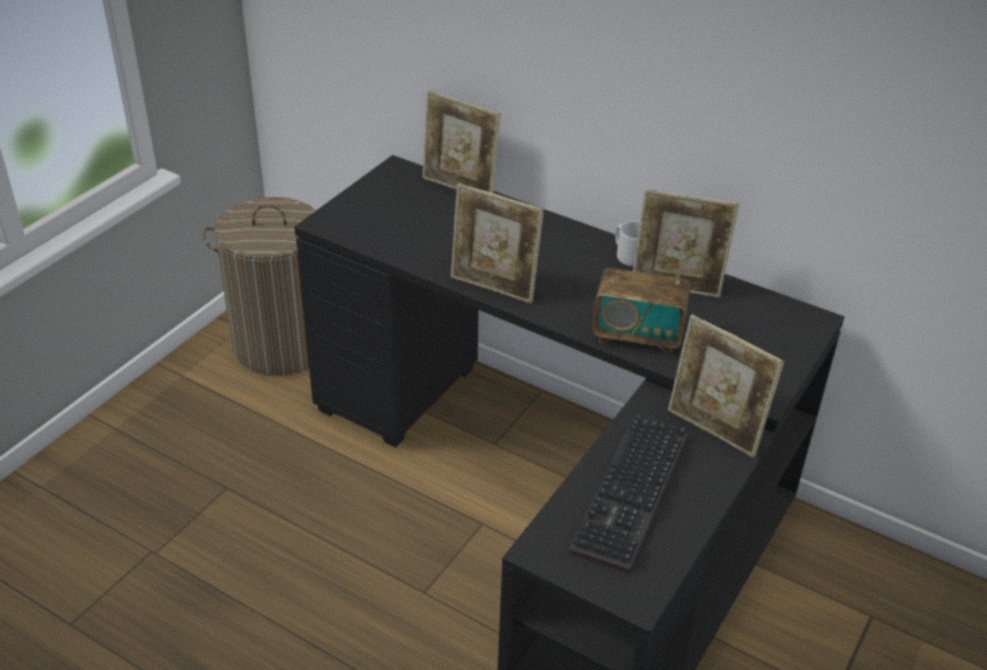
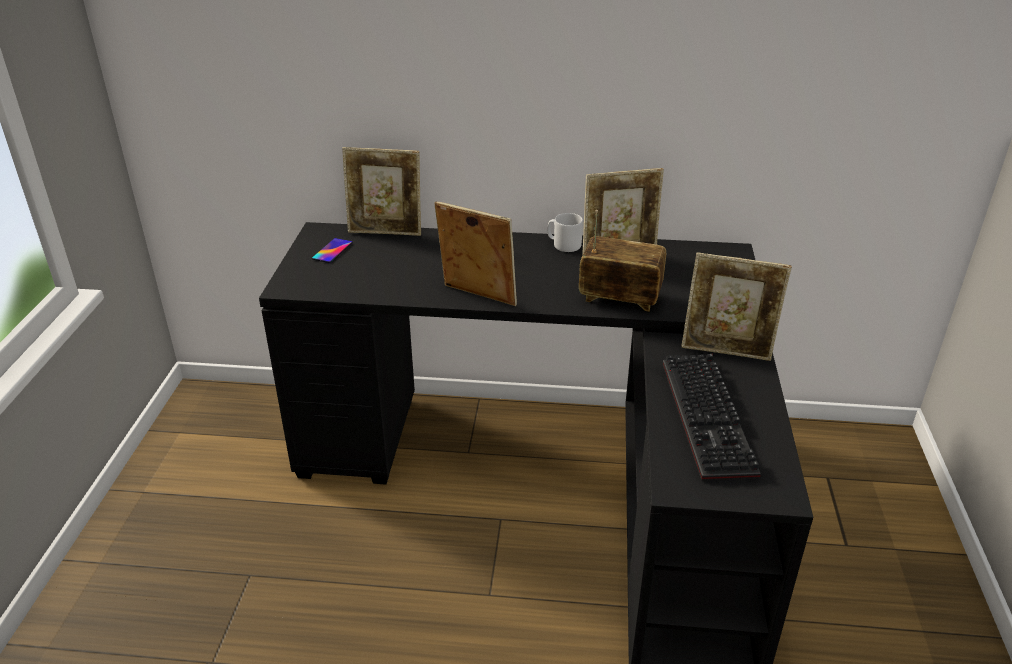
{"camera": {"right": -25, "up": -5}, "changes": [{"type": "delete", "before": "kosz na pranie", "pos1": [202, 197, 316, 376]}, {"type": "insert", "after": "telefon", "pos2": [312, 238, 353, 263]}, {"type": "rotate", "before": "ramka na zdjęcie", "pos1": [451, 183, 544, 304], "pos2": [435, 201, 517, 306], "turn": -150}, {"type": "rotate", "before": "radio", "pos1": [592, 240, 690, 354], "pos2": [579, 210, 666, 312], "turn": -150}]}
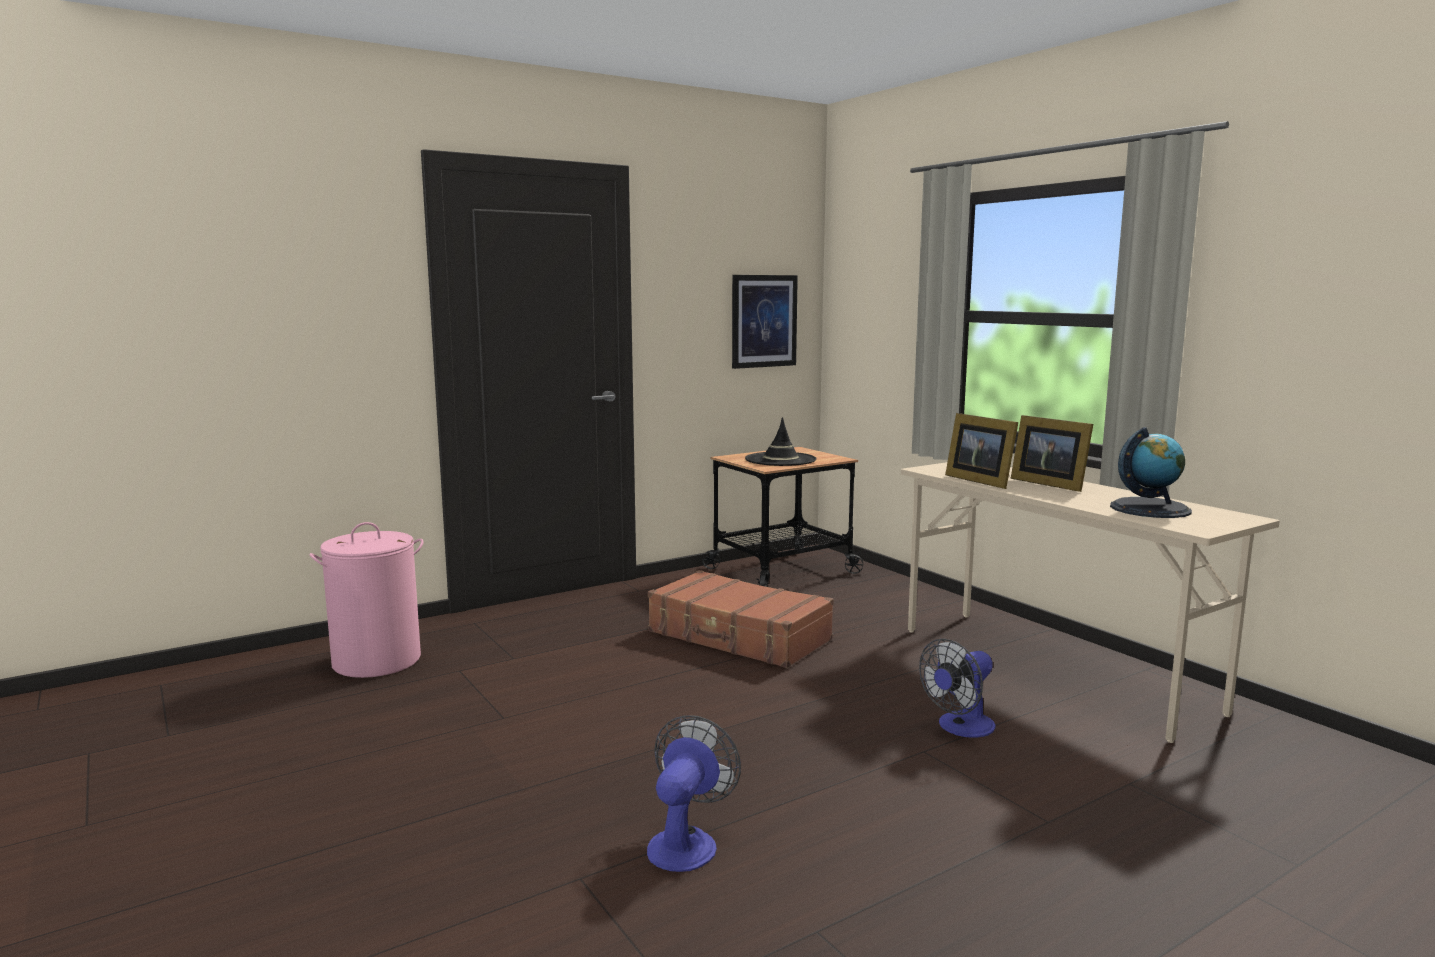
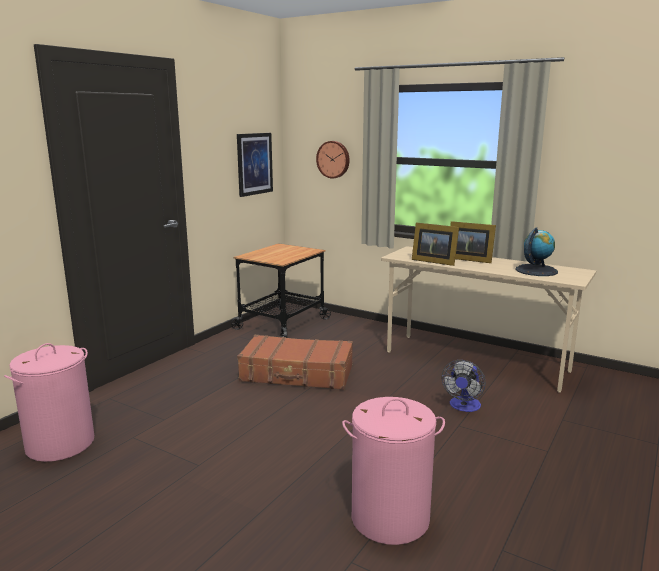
{"camera": {"right": -25, "up": 5}, "changes": [{"type": "delete", "before": "kapelusz (czarny)", "pos1": [745, 417, 816, 466]}, {"type": "insert", "after": "zegar ścienny", "pos2": [316, 141, 350, 178]}, {"type": "replace", "before": "wentylator", "after": "kosz na pranie (różowy)", "pos1": [647, 715, 741, 872], "pos2": [342, 397, 445, 545]}]}
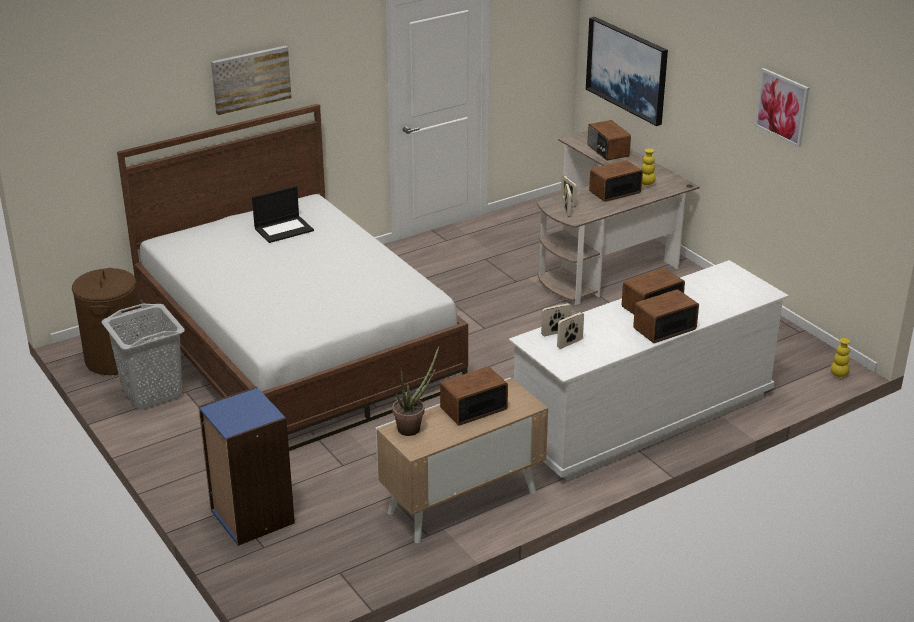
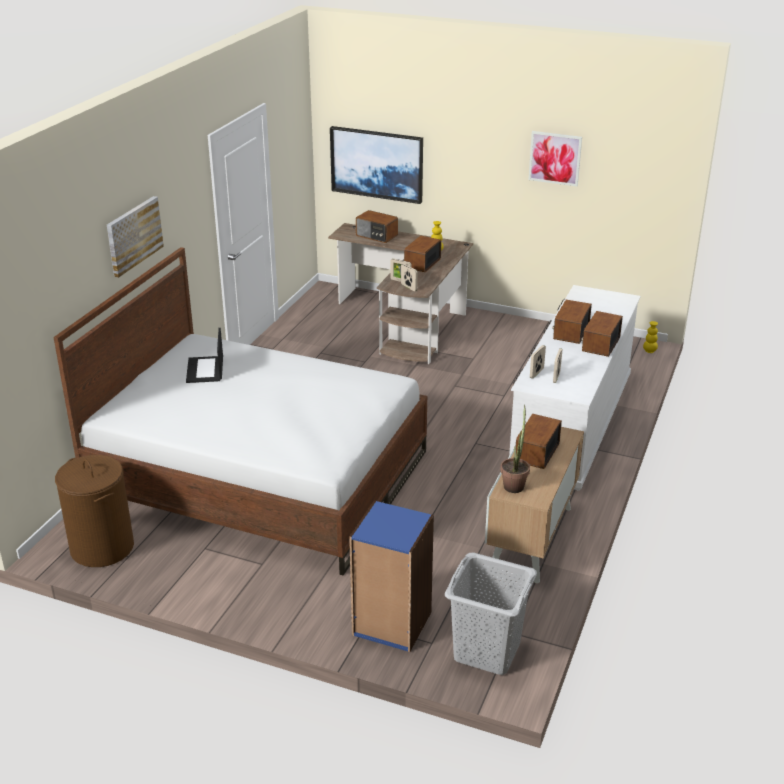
{"camera": {"right": -35, "up": 0}, "changes": [{"type": "move", "before": "kosz na pranie (szary)", "pos1": [101, 304, 185, 409], "pos2": [445, 552, 537, 675]}, {"type": "rotate", "before": "laptop", "pos1": [252, 186, 314, 243], "pos2": [186, 328, 223, 383], "turn": 150}]}
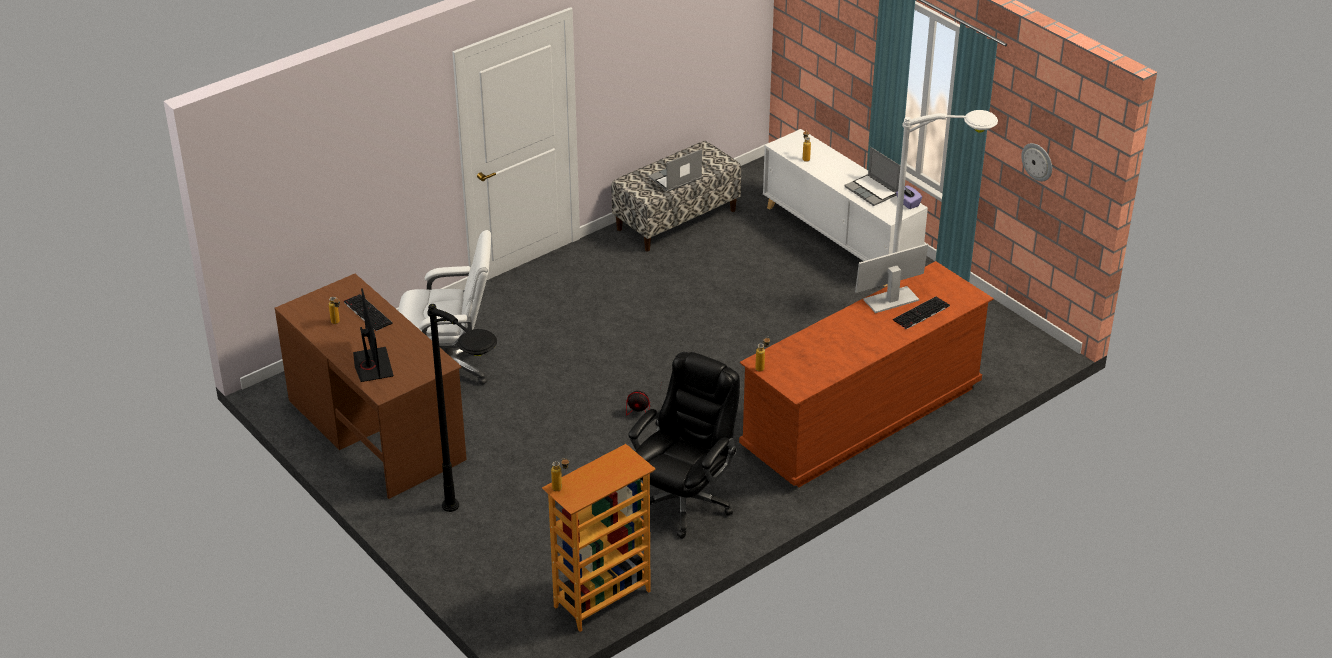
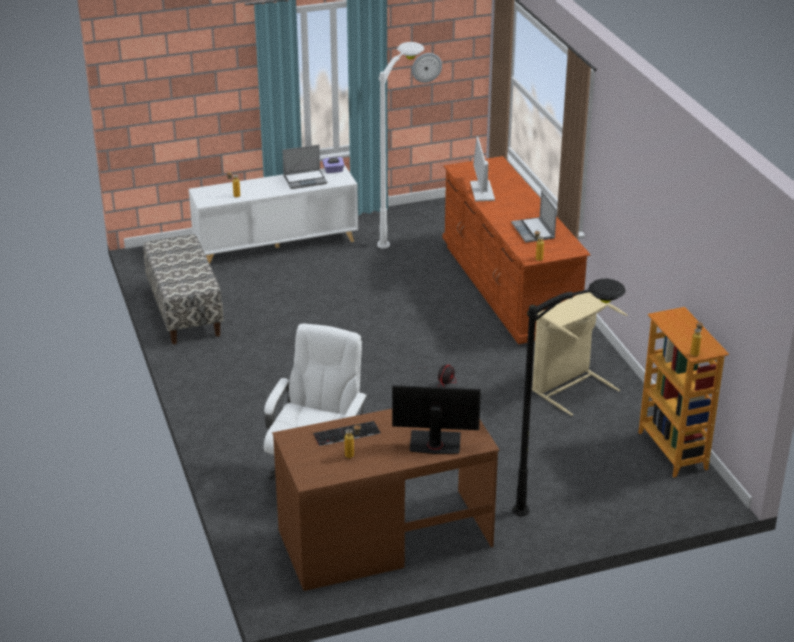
{"camera": {"right": -70, "up": -5}, "changes": [{"type": "delete", "before": "klawiatura", "pos1": [893, 297, 950, 329]}, {"type": "move", "before": "laptop", "pos1": [648, 149, 702, 192], "pos2": [511, 190, 557, 243]}, {"type": "replace", "before": "krzesło biurowe (czarny)", "after": "kosz na pranie (beżowy)", "pos1": [628, 352, 740, 539], "pos2": [532, 292, 627, 416]}]}
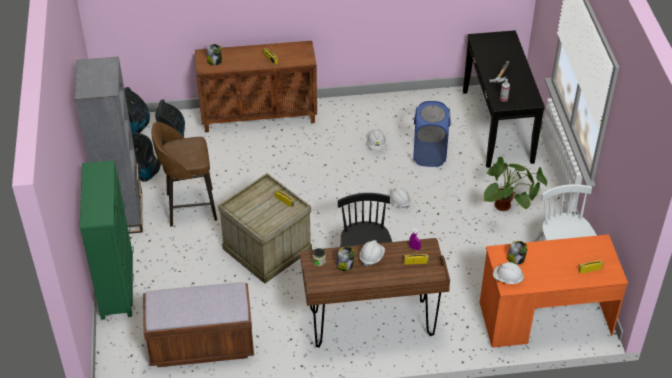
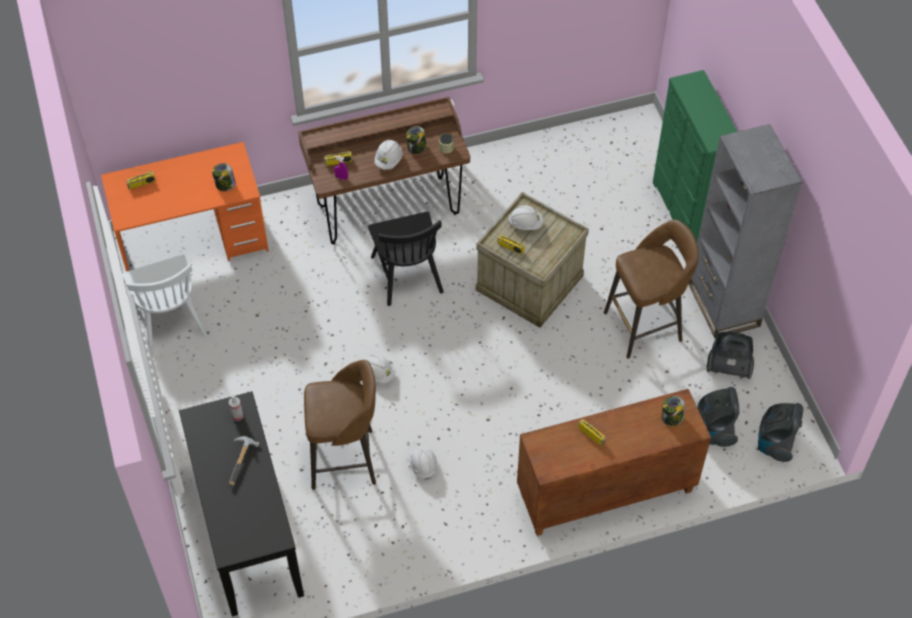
{"camera": {"right": 170, "up": 10}, "changes": [{"type": "delete", "before": "ławka (brązowy)", "pos1": [143, 282, 254, 367]}, {"type": "delete", "before": "roślina doniczkowa", "pos1": [482, 157, 547, 211]}, {"type": "move", "before": "kask (biały)", "pos1": [493, 262, 524, 284], "pos2": [508, 205, 543, 230]}, {"type": "replace", "before": "kosz na pranie (niebieski)", "after": "stołek (brązowy)", "pos1": [413, 101, 451, 167], "pos2": [304, 360, 376, 490]}]}
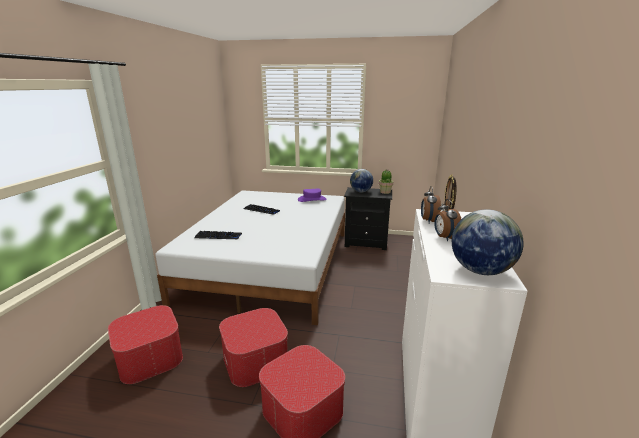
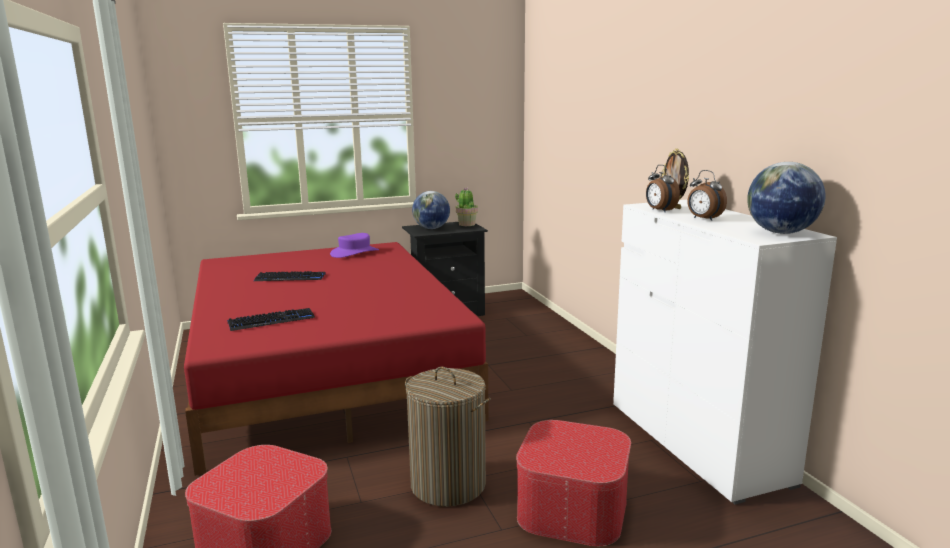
{"camera": {"right": -30, "up": -5}, "changes": [{"type": "replace", "before": "pufa", "after": "kosz na pranie", "pos1": [219, 308, 288, 387], "pos2": [405, 367, 491, 507]}, {"type": "recolor", "before": "łóżko (biały)", "after": "łóżko (czerwony)", "pos1": [155, 190, 345, 325], "pos2": [184, 242, 489, 476]}]}
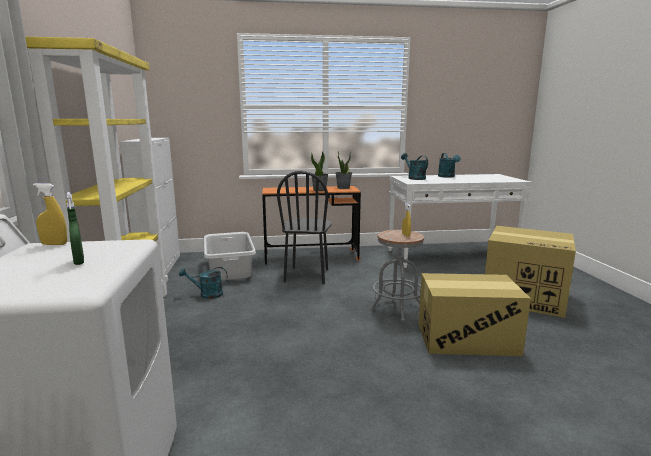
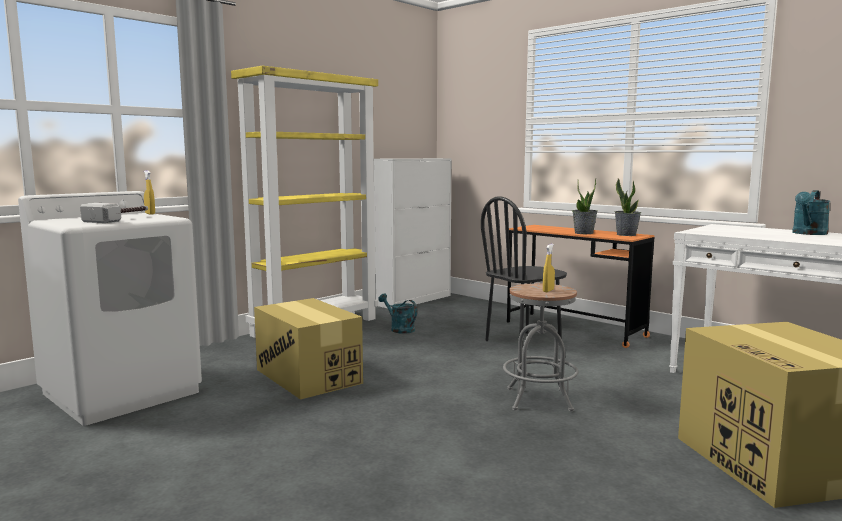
{"camera": {"right": 50, "up": -5}, "changes": [{"type": "delete", "before": "kosz na pranie (szary)", "pos1": [204, 232, 256, 280]}, {"type": "delete", "before": "konewka (turkusowy)", "pos1": [401, 153, 428, 180]}, {"type": "move", "before": "karton", "pos1": [419, 273, 531, 356], "pos2": [254, 298, 363, 400]}, {"type": "replace", "before": "spryskiwacz (zielony)", "after": "młotek", "pos1": [66, 192, 84, 265], "pos2": [80, 203, 148, 223]}]}
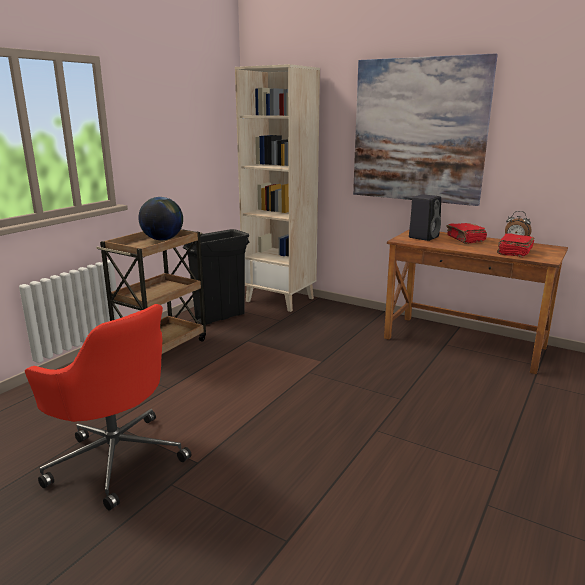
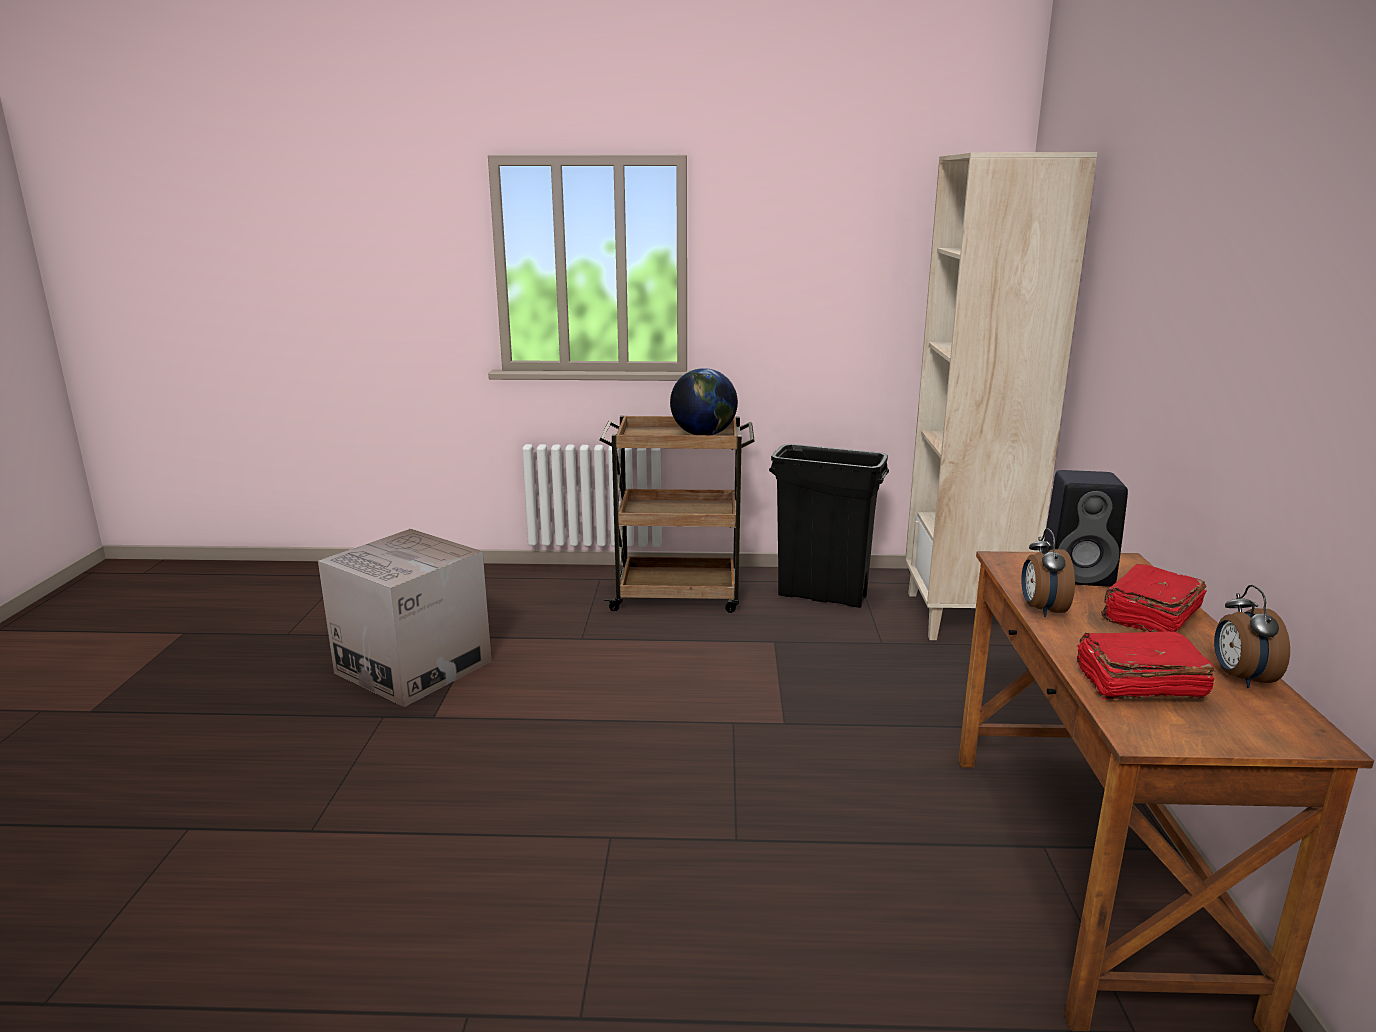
{"camera": {"right": 60, "up": 0}, "changes": [{"type": "delete", "before": "obraz", "pos1": [353, 53, 498, 206]}, {"type": "insert", "after": "budzik", "pos2": [1021, 528, 1075, 617]}, {"type": "replace", "before": "krzesło biurowe (czerwony)", "after": "karton", "pos1": [25, 304, 192, 510], "pos2": [318, 529, 491, 707]}]}
